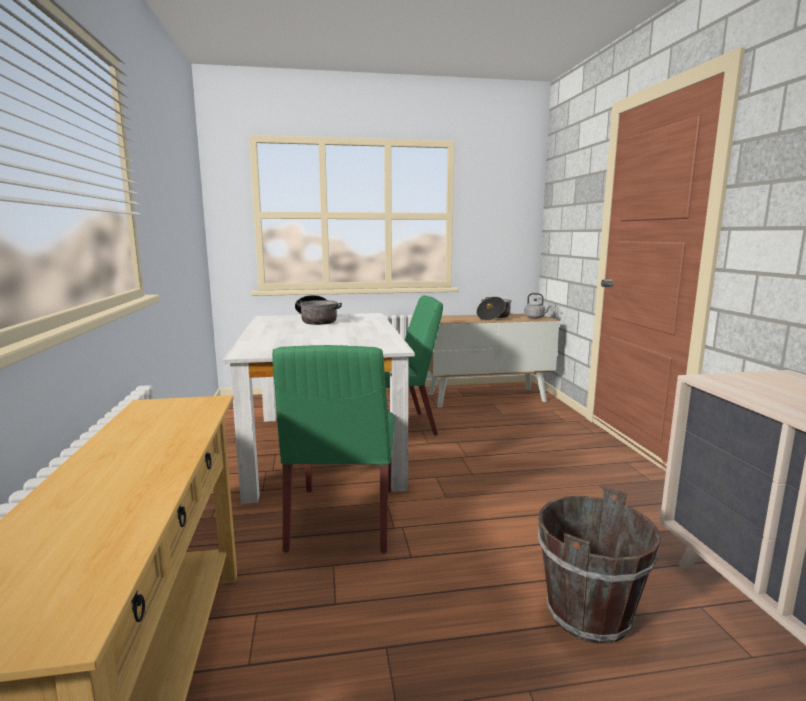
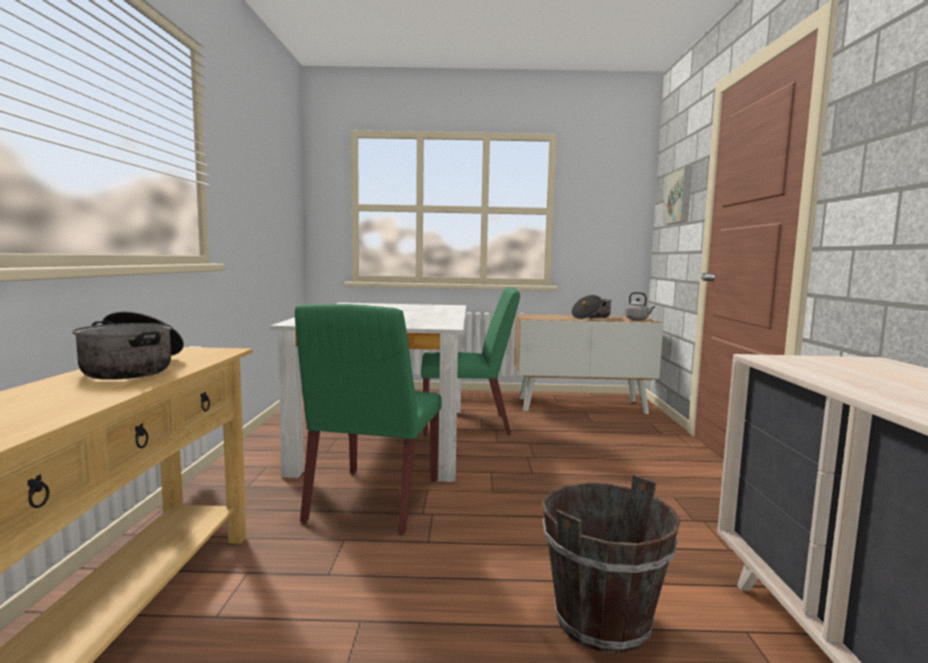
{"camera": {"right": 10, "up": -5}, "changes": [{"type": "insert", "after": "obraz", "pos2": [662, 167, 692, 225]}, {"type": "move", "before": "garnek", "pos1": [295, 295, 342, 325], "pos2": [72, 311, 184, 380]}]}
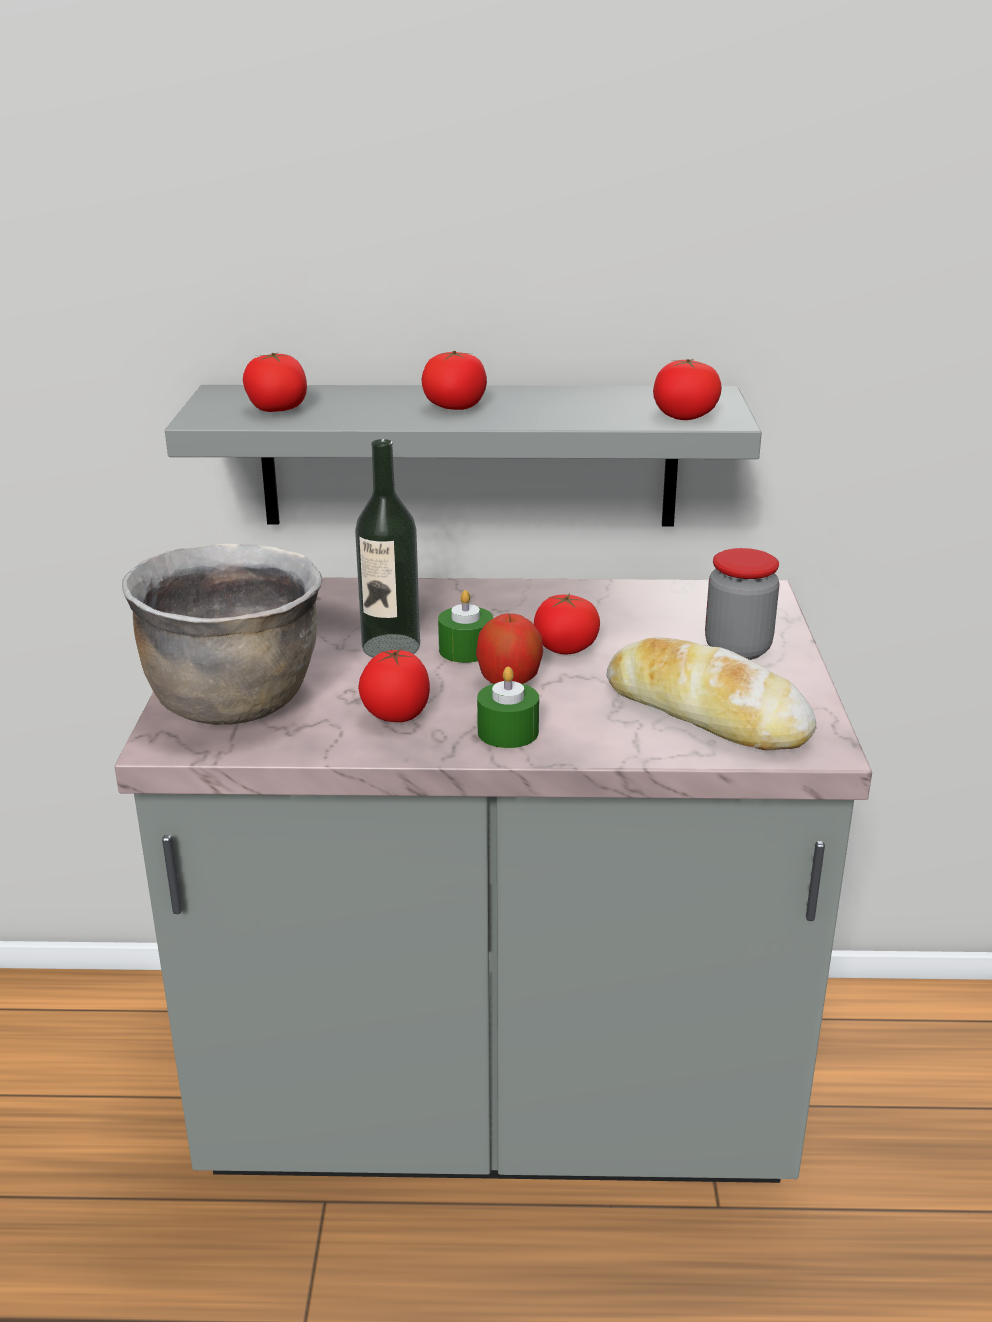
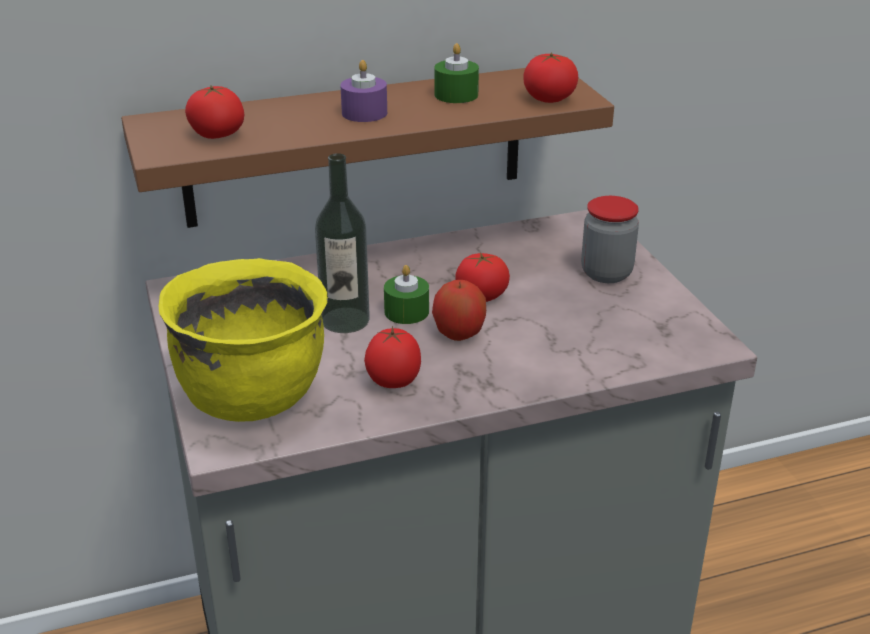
{"camera": {"right": -20, "up": 5}, "changes": [{"type": "delete", "before": "chleb", "pos1": [606, 637, 816, 750]}, {"type": "move", "before": "świeca (zielony)", "pos1": [477, 667, 539, 748], "pos2": [434, 43, 479, 103]}, {"type": "replace", "before": "pomidor", "after": "świeca (fioletowy)", "pos1": [421, 351, 487, 410], "pos2": [340, 60, 387, 122]}, {"type": "recolor", "before": "garnek (brązowy)", "after": "garnek (żółty)", "pos1": [122, 544, 322, 725], "pos2": [159, 258, 328, 422]}, {"type": "recolor", "before": "półka (szary)", "after": "półka (brązowy)", "pos1": [165, 385, 762, 526], "pos2": [121, 68, 614, 228]}]}
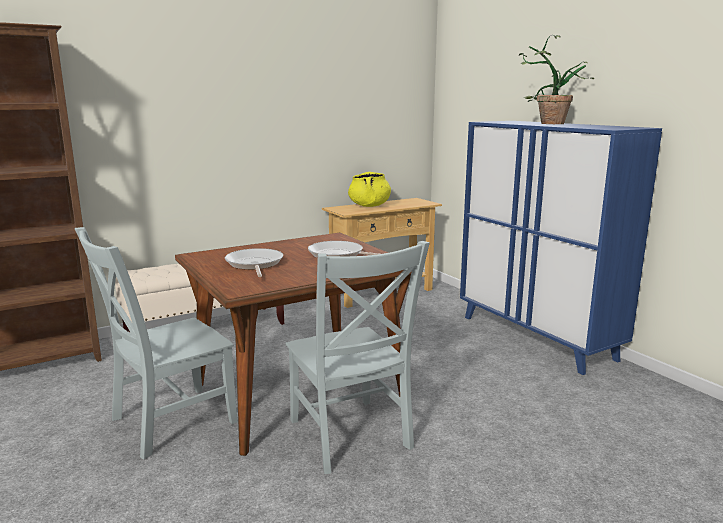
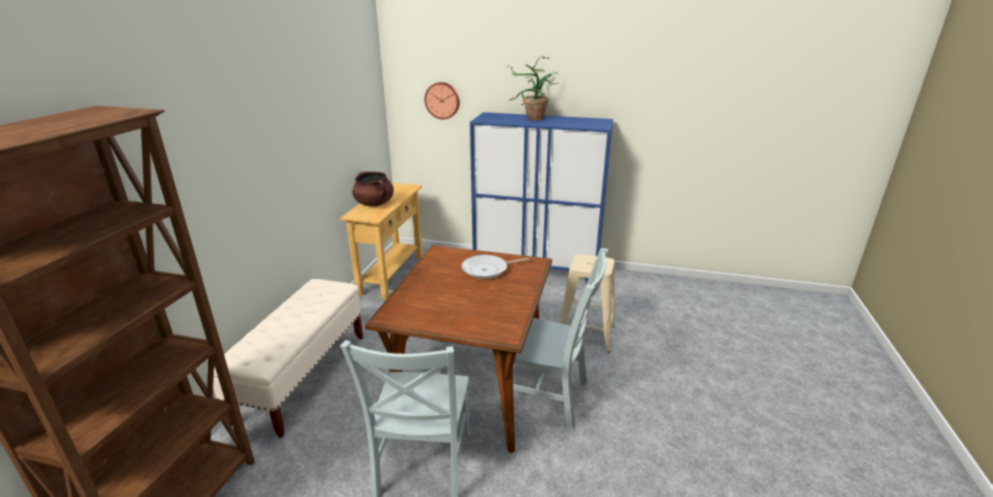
{"camera": {"right": -45, "up": 10}, "changes": [{"type": "delete", "before": "patelnia", "pos1": [225, 248, 283, 277]}, {"type": "insert", "after": "zegar ścienny", "pos2": [425, 82, 460, 119]}, {"type": "insert", "after": "stołek (beżowy)", "pos2": [560, 254, 615, 353]}, {"type": "recolor", "before": "garnek (żółty)", "after": "garnek (brązowy)", "pos1": [348, 172, 391, 207], "pos2": [352, 171, 394, 206]}]}
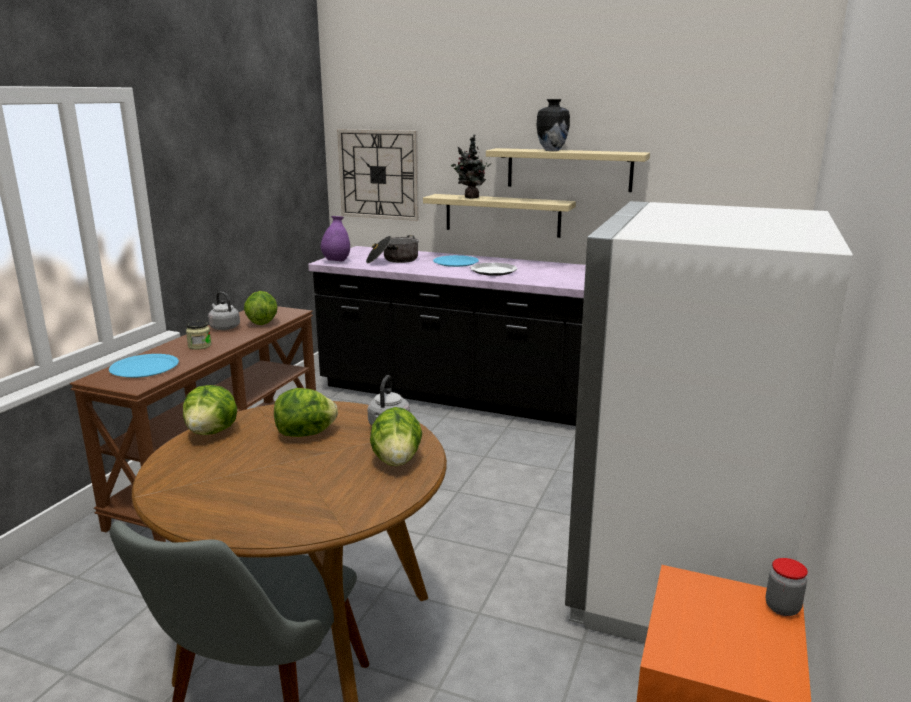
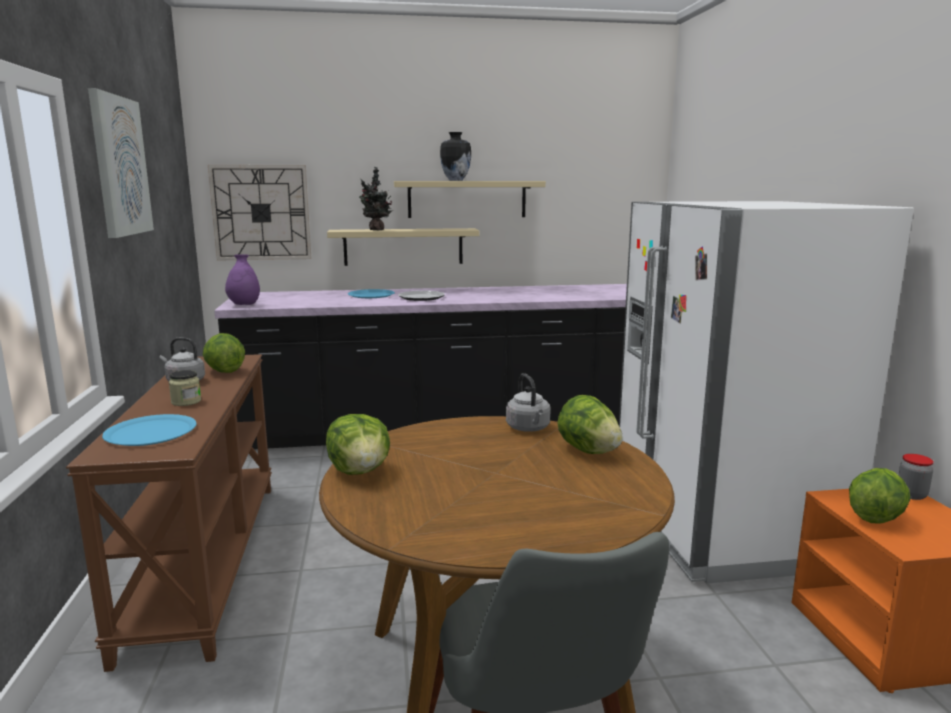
{"camera": {"right": -30, "up": -5}, "changes": [{"type": "delete", "before": "garnek", "pos1": [366, 235, 419, 263]}, {"type": "insert", "after": "obraz", "pos2": [88, 88, 154, 238]}, {"type": "move", "before": "sałata", "pos1": [274, 388, 338, 437], "pos2": [849, 468, 910, 524]}]}
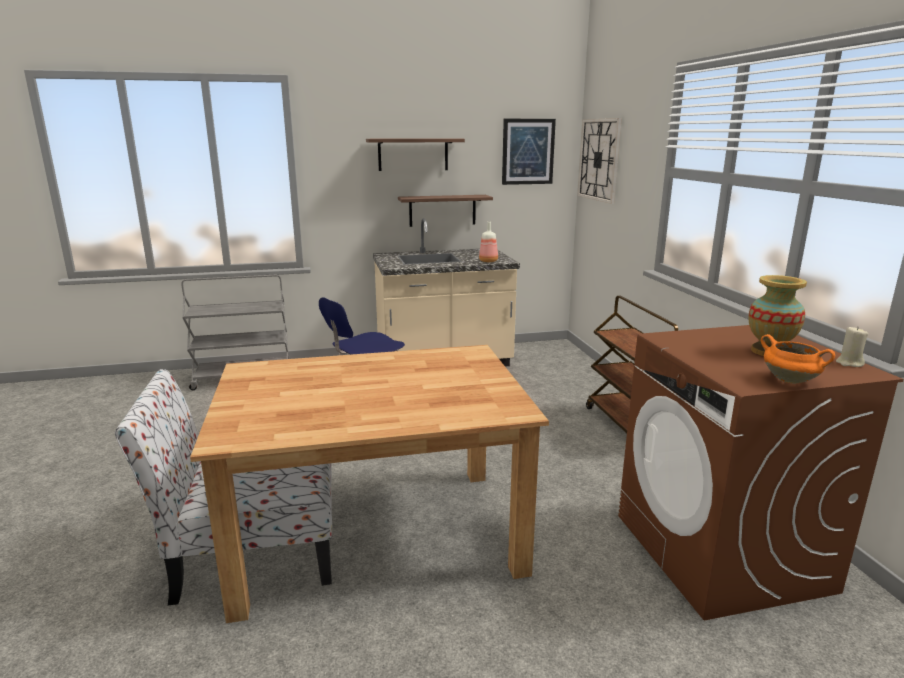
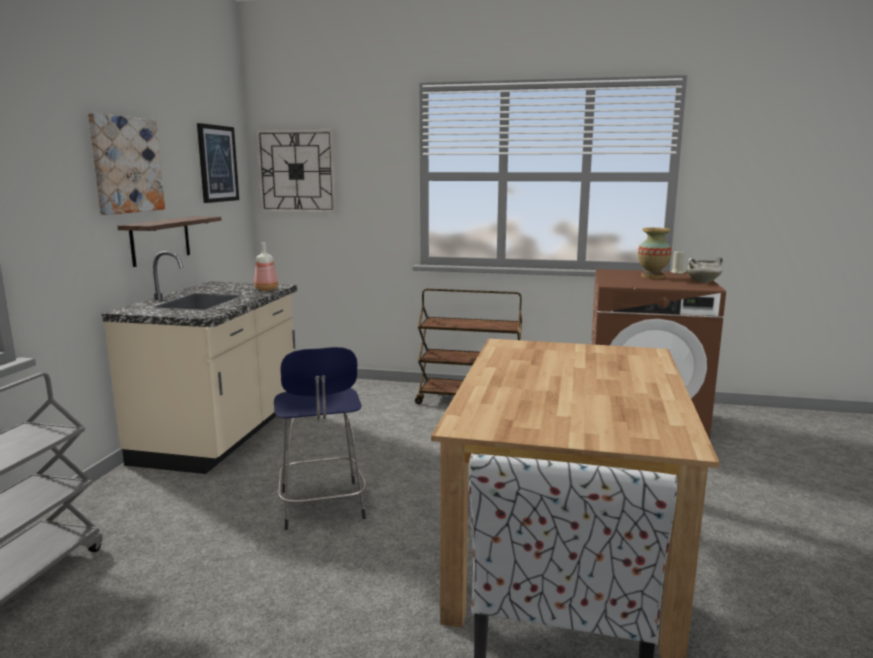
{"camera": {"right": -65, "up": -5}, "changes": [{"type": "replace", "before": "półka", "after": "obraz", "pos1": [366, 138, 465, 171], "pos2": [88, 113, 165, 215]}, {"type": "recolor", "before": "garnek (pomarańczowy)", "after": "garnek (biały)", "pos1": [761, 334, 835, 384], "pos2": [686, 257, 723, 283]}]}
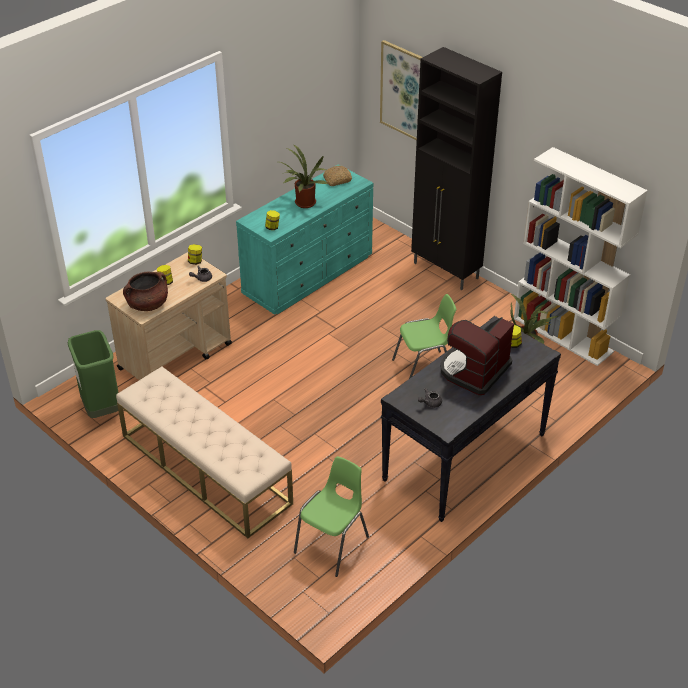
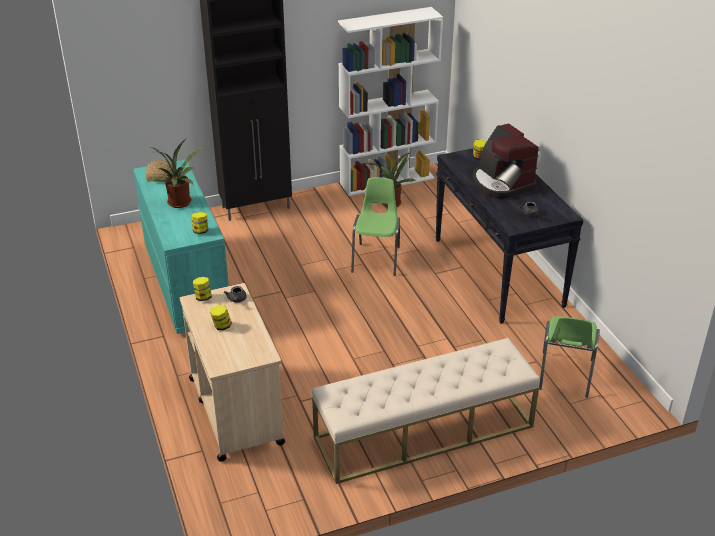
{"camera": {"right": -65, "up": -5}, "changes": [{"type": "delete", "before": "kosz na śmieci (zielony)", "pos1": [68, 330, 119, 418]}, {"type": "delete", "before": "garnek (brązowy)", "pos1": [123, 271, 168, 311]}, {"type": "delete", "before": "obraz", "pos1": [380, 40, 423, 140]}, {"type": "rotate", "before": "krzesło (zielony)", "pos1": [294, 456, 369, 577], "pos2": [539, 316, 600, 398], "turn": -135}]}
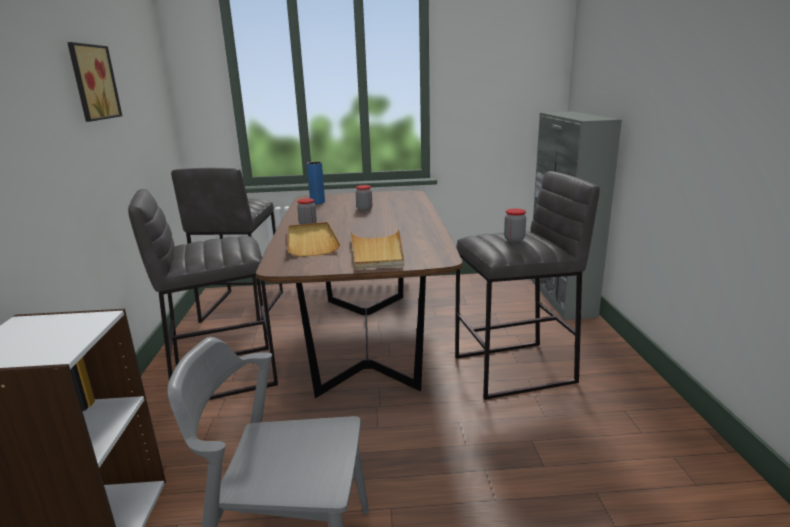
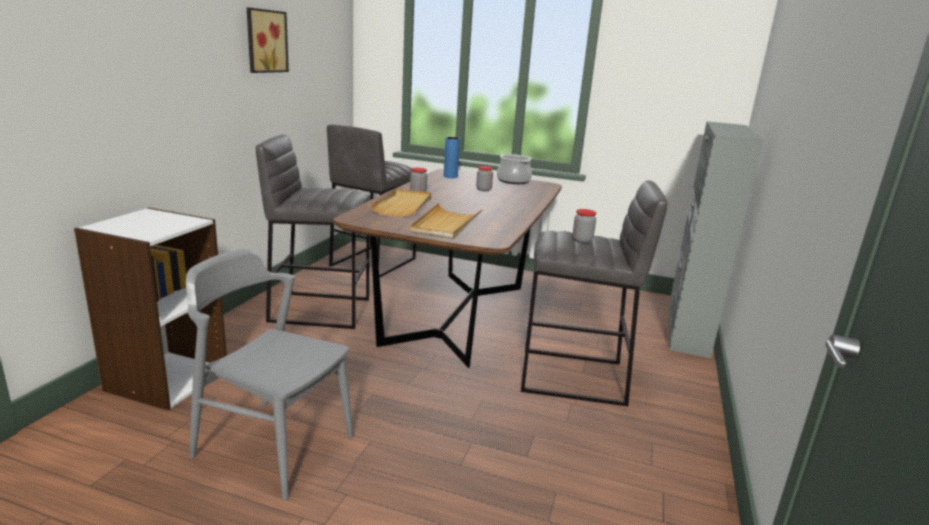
{"camera": {"right": 20, "up": 0}, "changes": [{"type": "insert", "after": "garnek", "pos2": [497, 153, 532, 184]}]}
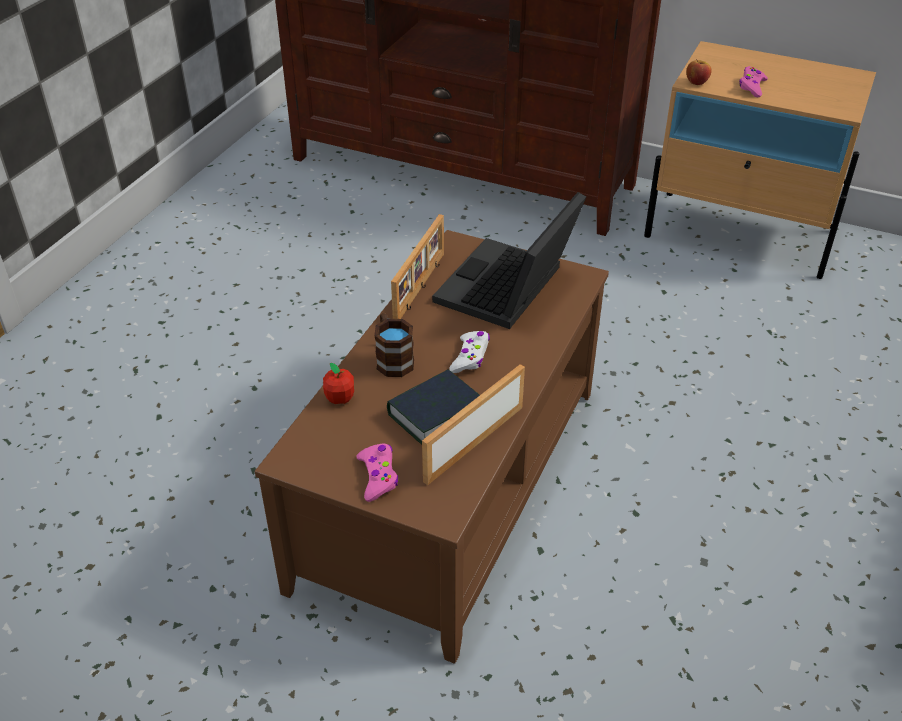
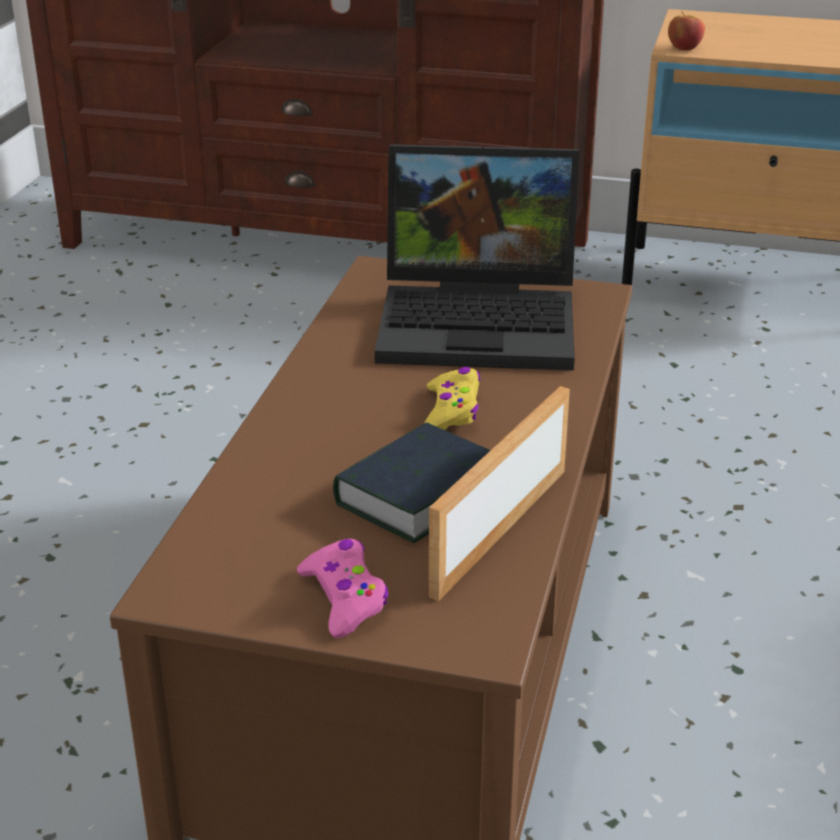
{"camera": {"right": -10, "up": -10}, "changes": [{"type": "delete", "before": "jabłko", "pos1": [323, 363, 354, 404]}, {"type": "delete", "before": "kubek (brązowy)", "pos1": [374, 313, 414, 377]}, {"type": "delete", "before": "ramka na zdjęcie", "pos1": [391, 214, 444, 319]}, {"type": "delete", "before": "pad do gier (różowy)", "pos1": [739, 66, 768, 97]}, {"type": "recolor", "before": "pad do gier (biały)", "after": "pad do gier (żółty)", "pos1": [449, 331, 490, 373], "pos2": [425, 367, 480, 430]}, {"type": "rotate", "before": "laptop", "pos1": [432, 192, 586, 329], "pos2": [375, 144, 579, 371], "turn": -105}]}
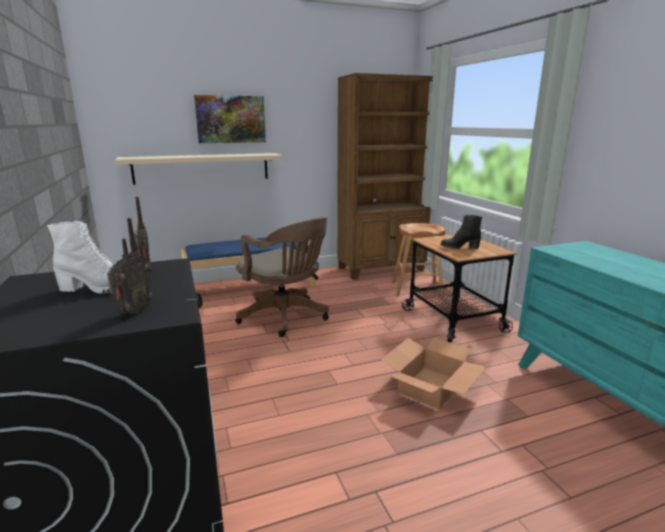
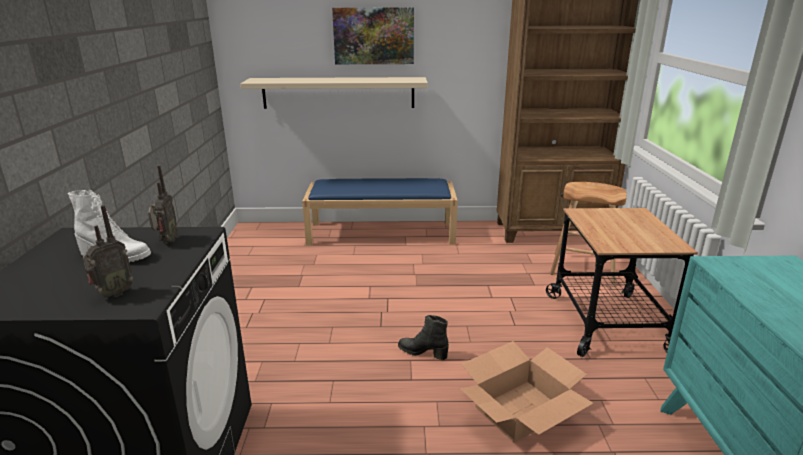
{"camera": {"right": 20, "up": 5}, "changes": [{"type": "delete", "before": "krzesło biurowe (brązowy)", "pos1": [235, 218, 329, 337]}, {"type": "move", "before": "but z cholewką (czarny)", "pos1": [441, 215, 482, 249], "pos2": [398, 315, 449, 360]}]}
